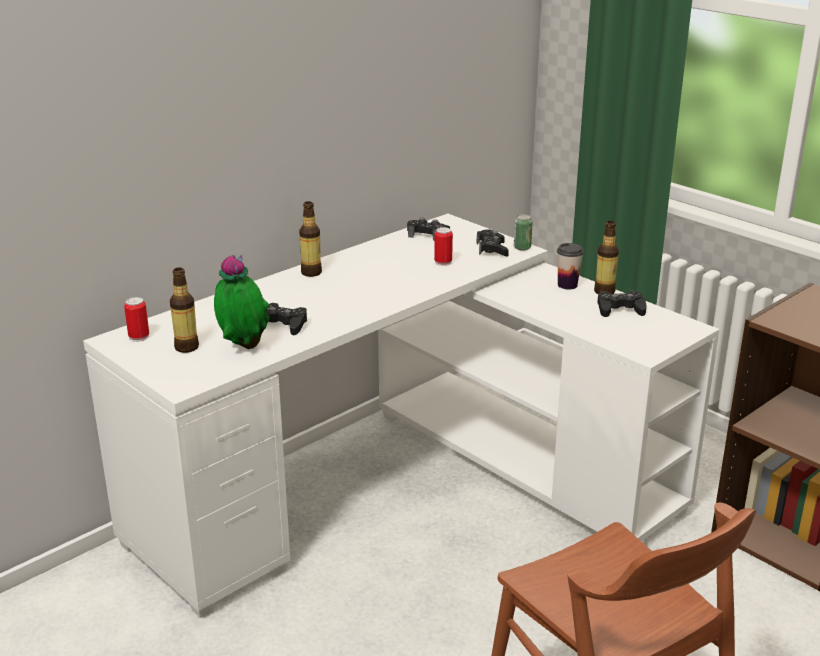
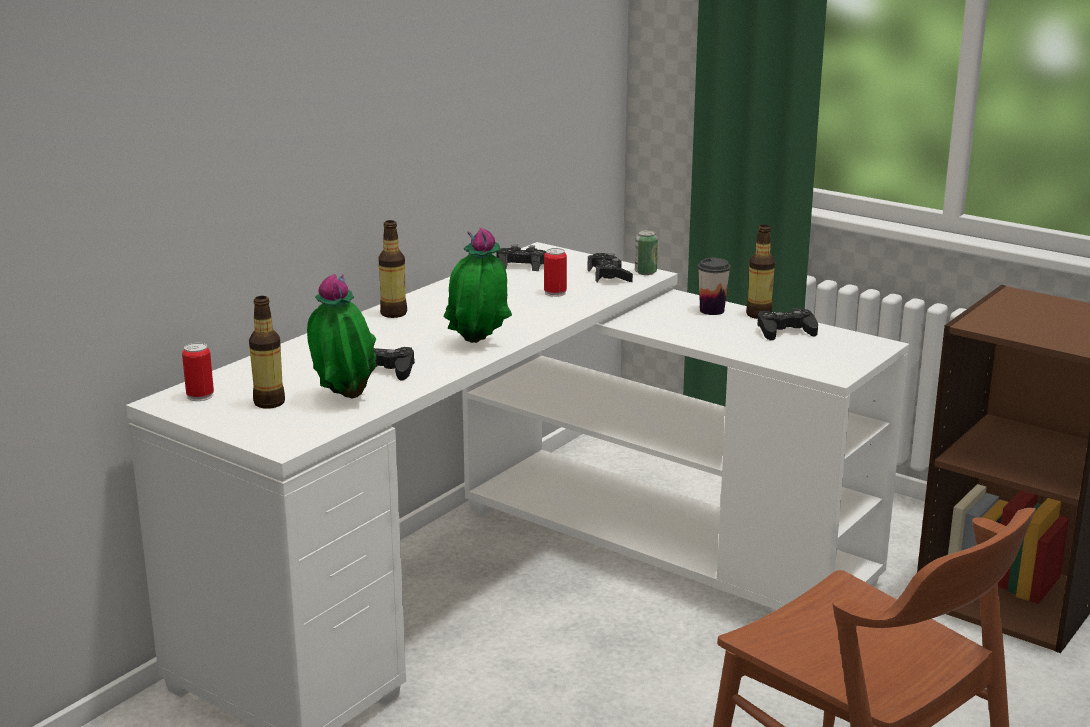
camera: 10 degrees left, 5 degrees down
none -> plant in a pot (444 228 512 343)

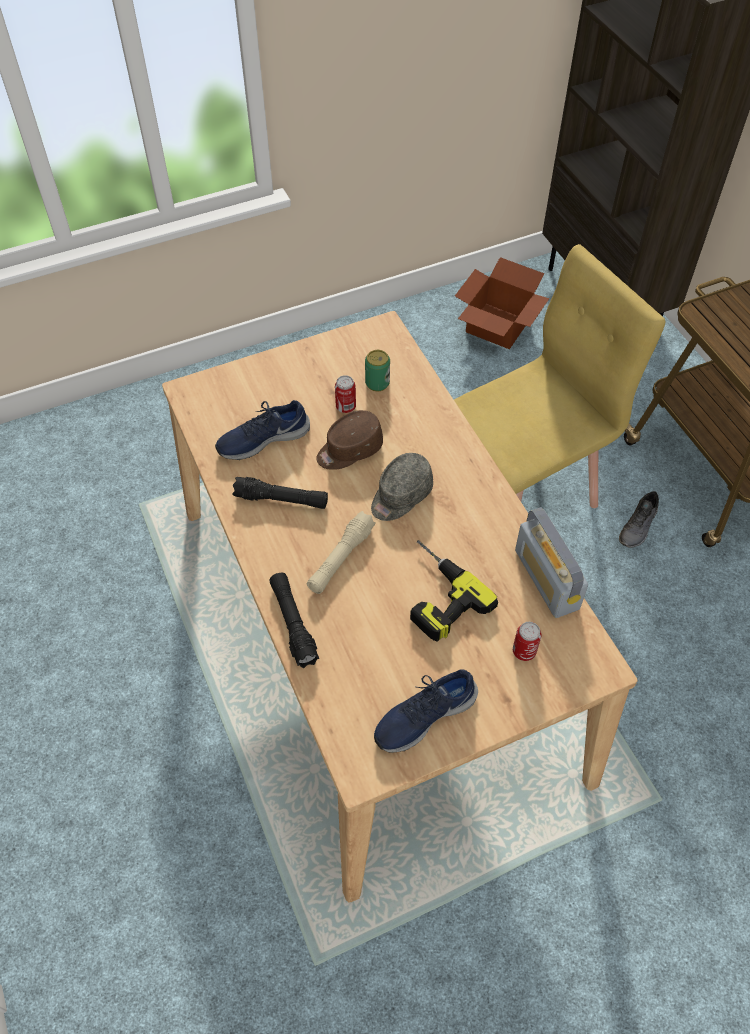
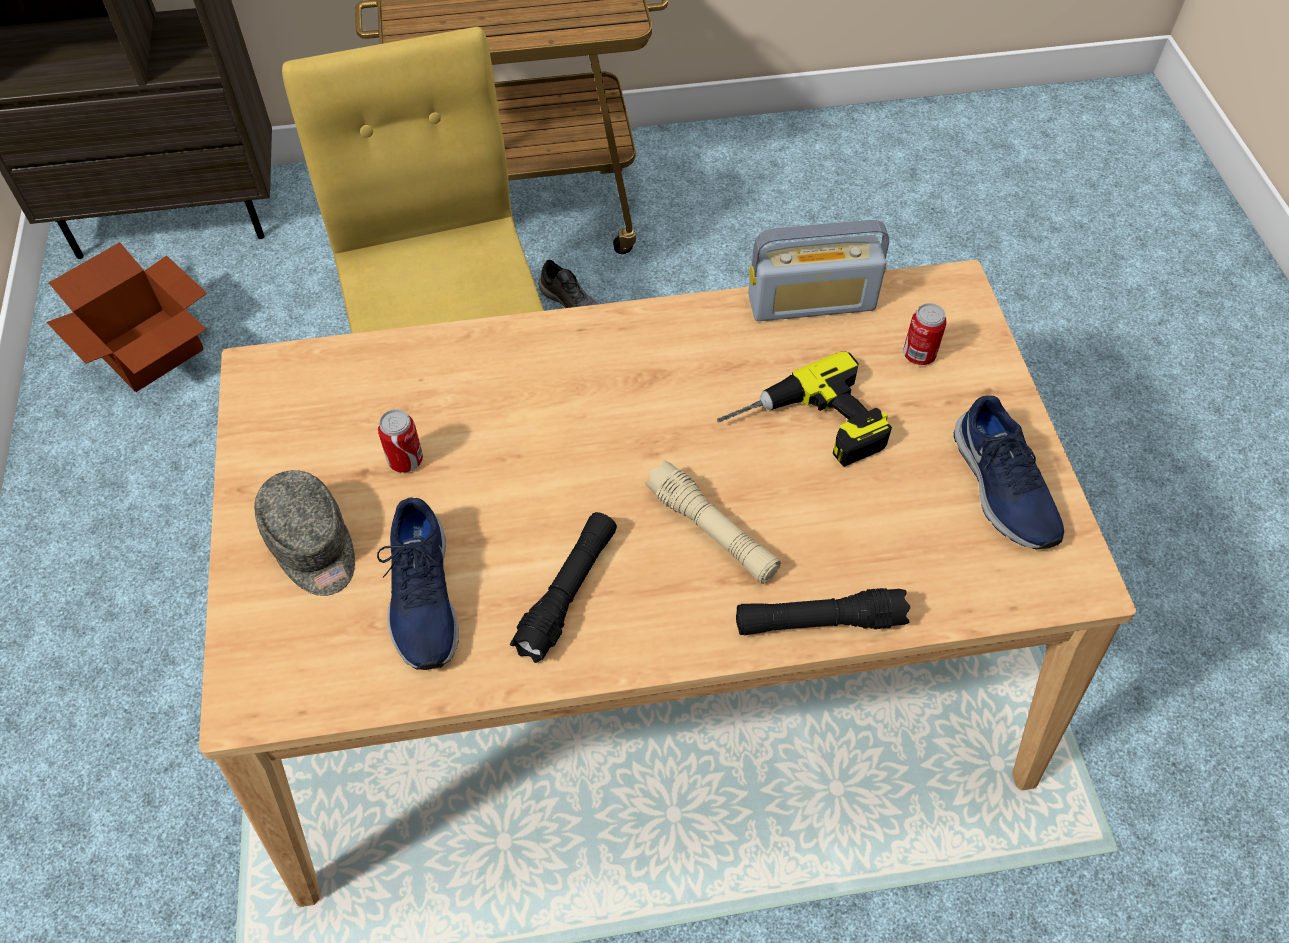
camera: 75 degrees left, 0 degrees up
can (365 350 390 391) -> none
brown-coloured peaked cap (316 410 383 470) -> none
gray peaked cap (371 453 433 521) -> gray peaked cap (254 470 355 596), relocated

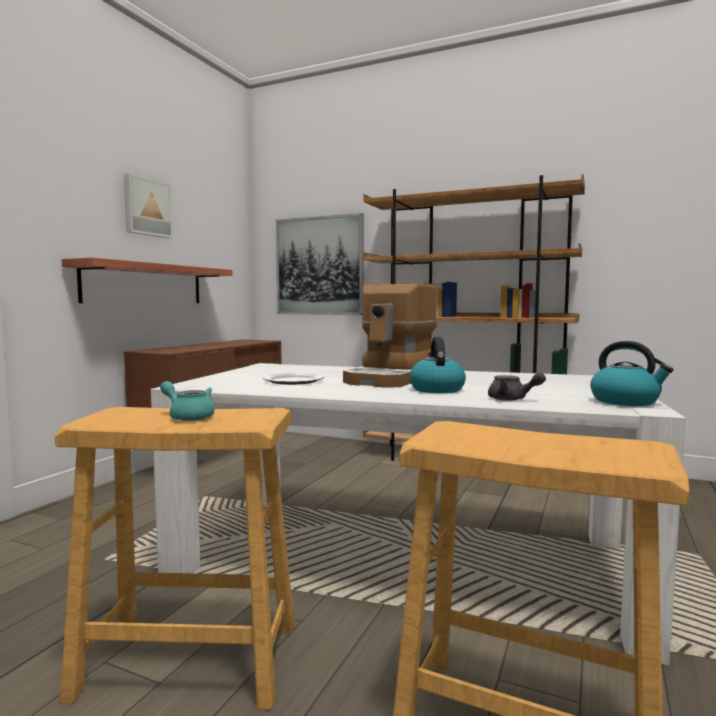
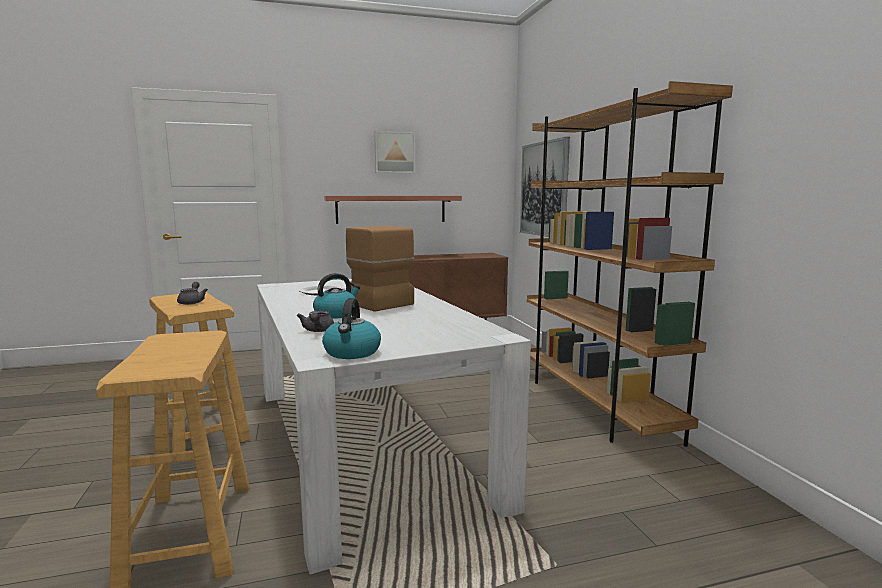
camera: 50 degrees right, 5 degrees up
coffee maker (343 284 437 388) -> coffee maker (340 225 414 312), 60 degrees clockwise
turquoise tea pot (160 381 214 421) -> gray tea pot (177 282 208 305)

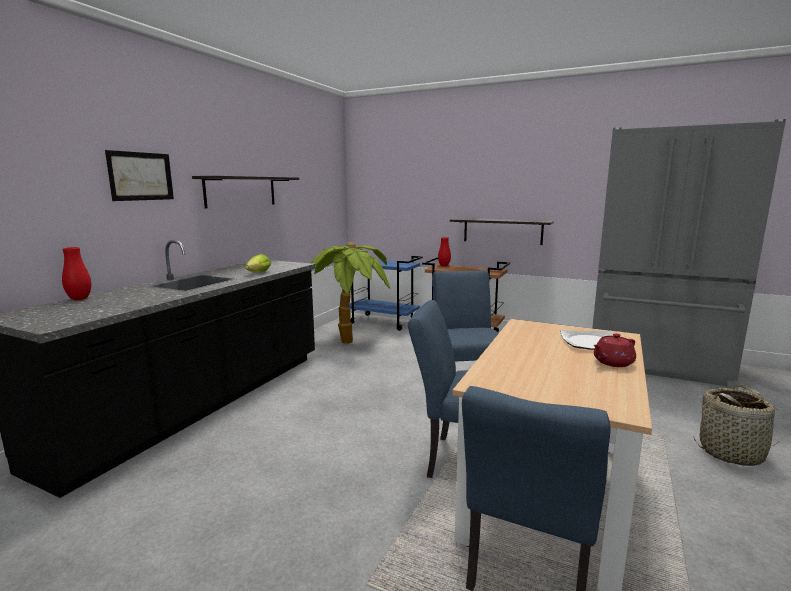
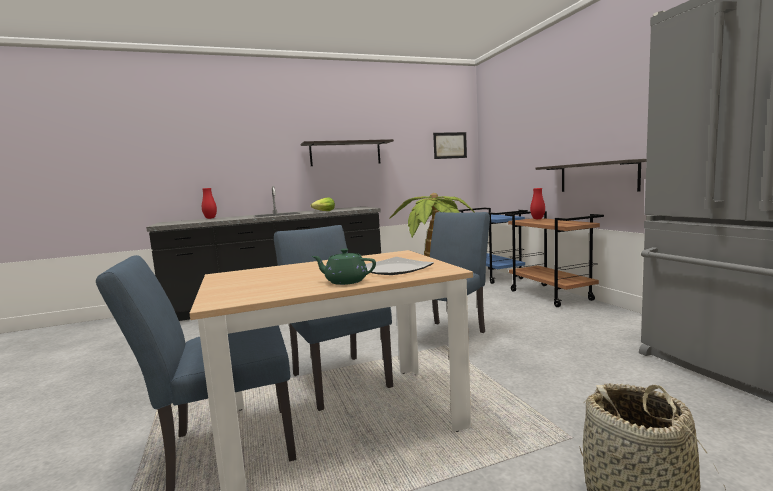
camera: 45 degrees right, 5 degrees down
picture (105 150 174 201) -> picture (433 132 467 159), relocated
red-coloured tea pot (593 333 636 367) -> green tea pot (312 249 376 285)

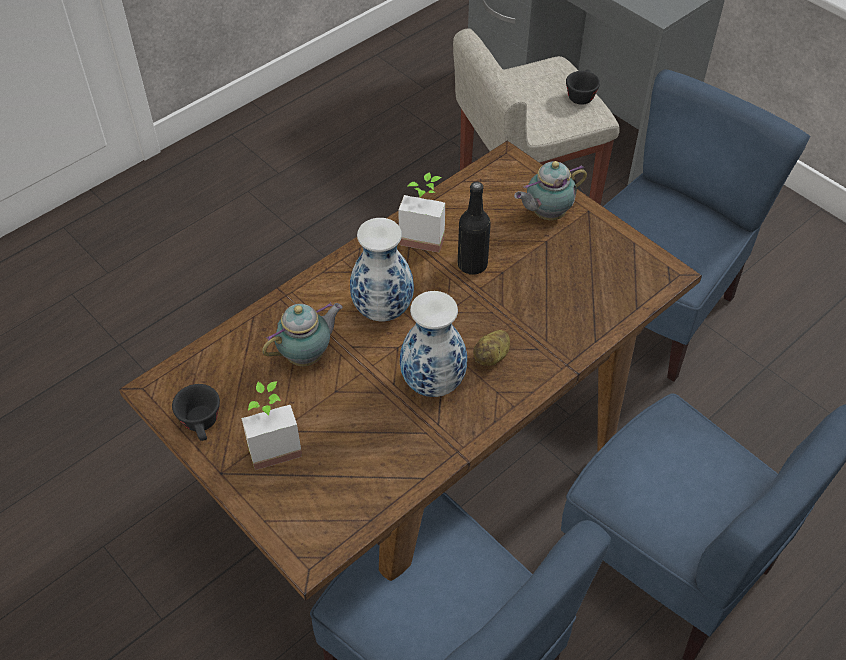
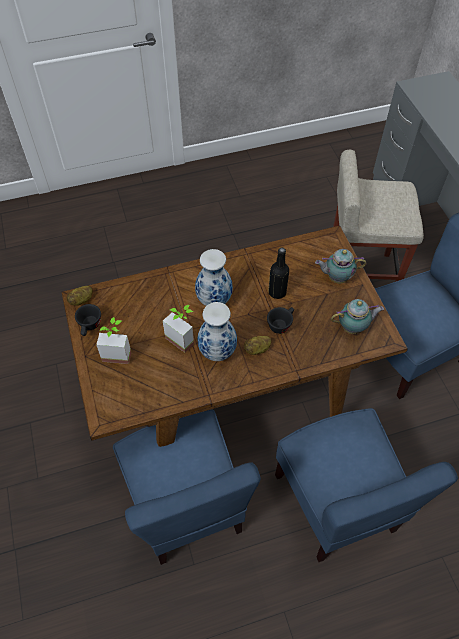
camera: 25 degrees right, 5 degrees up
black cup (566 69 600 105) -> black cup (267 307 294 334), relocated
plant in a pot (398 173 445 253) -> plant in a pot (163 305 194 353), relocated
tea pot (262 302 343 366) -> tea pot (331 299 384 334), relocated
none -> potato (66 286 93 306)

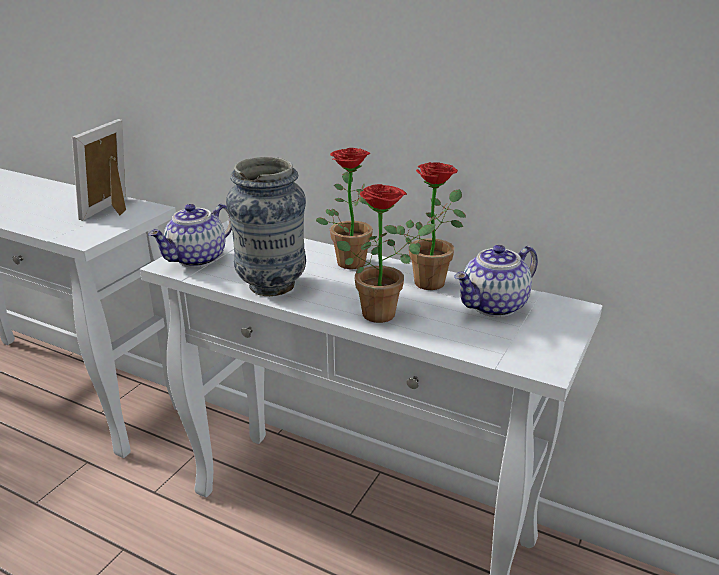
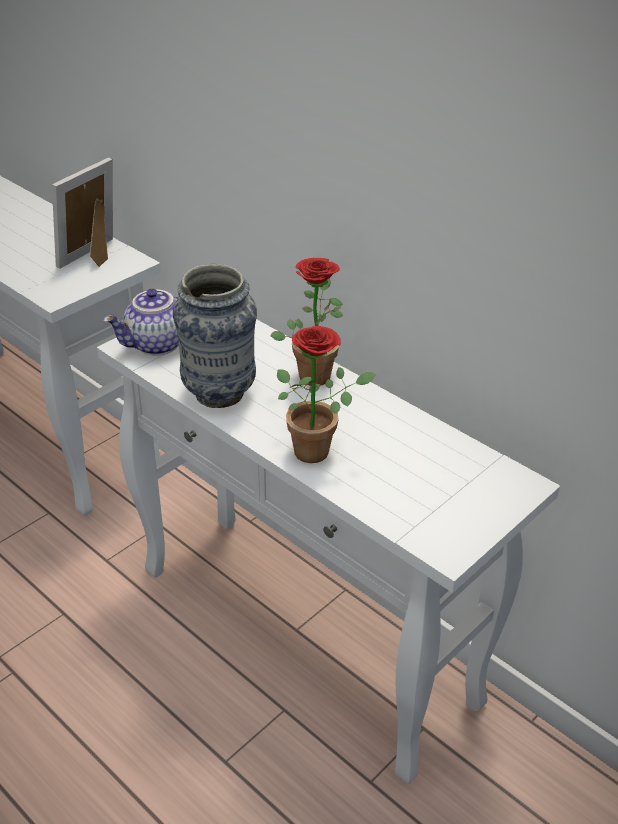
camera: 15 degrees right, 10 degrees up
plant in a pot (384 162 466 290) -> none
tea pot (454 245 538 317) -> none

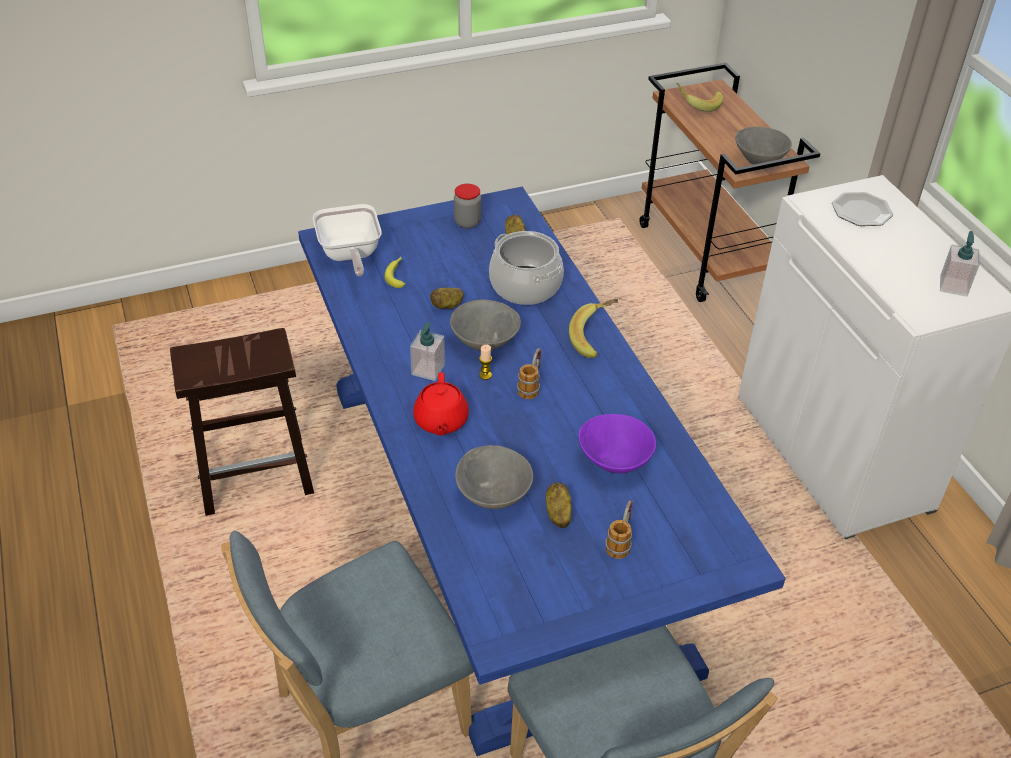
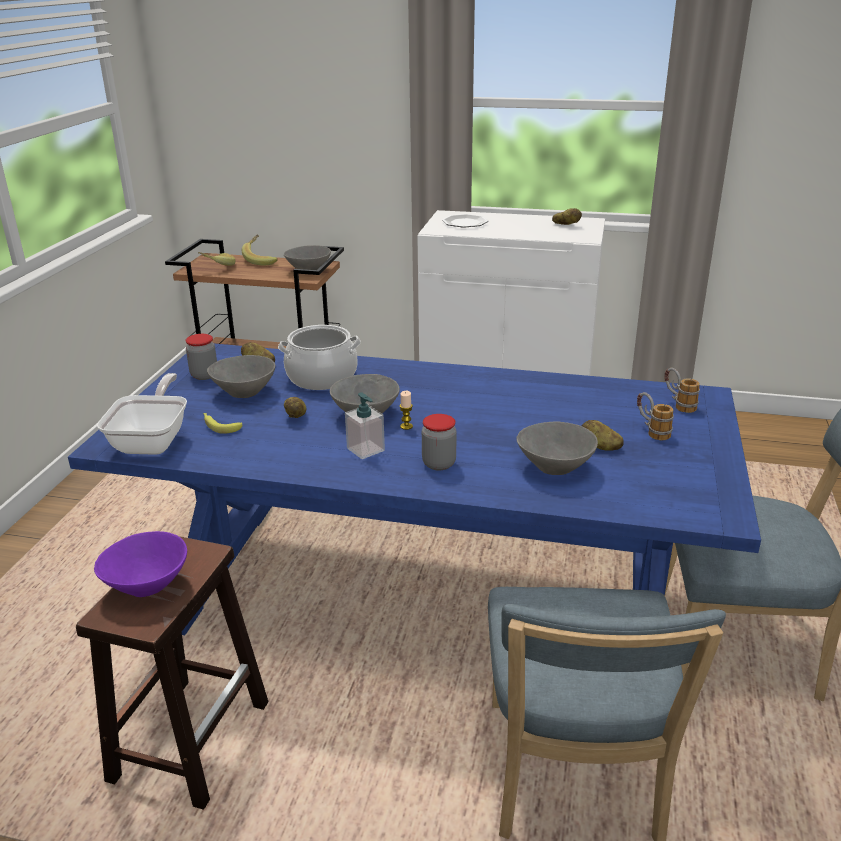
camera: 55 degrees left, 15 degrees down
skillet (313 204 382 276) -> skillet (97 373 187 455), 105 degrees counterclockwise
liquid soap bottle (940 231 979 297) -> potato (552 208 582 225)
banana fruit (569 299 618 358) -> banana fruit (242 235 278 265), relocated
mug (517 348 542 399) -> mug (664 368 700 413), relocated
red-coloured tea pot (413 372 469 436) -> preserve jar (422 414 457 471)
purple serving bowl (578 414 656 473) -> purple serving bowl (94 531 187 597), relocated
none -> gray serving bowl (207 355 275 398)

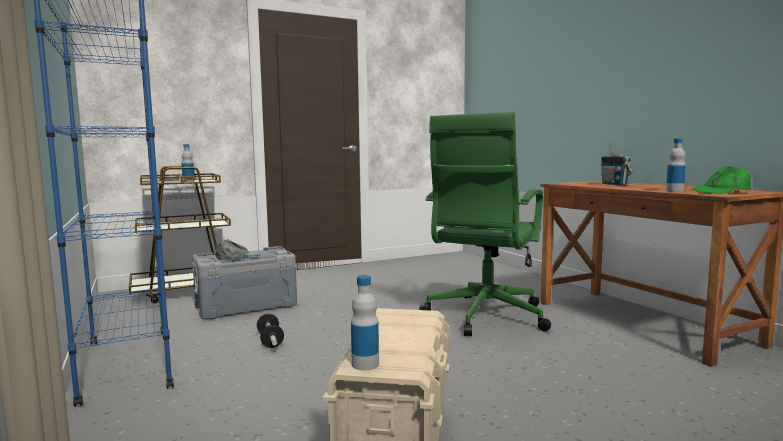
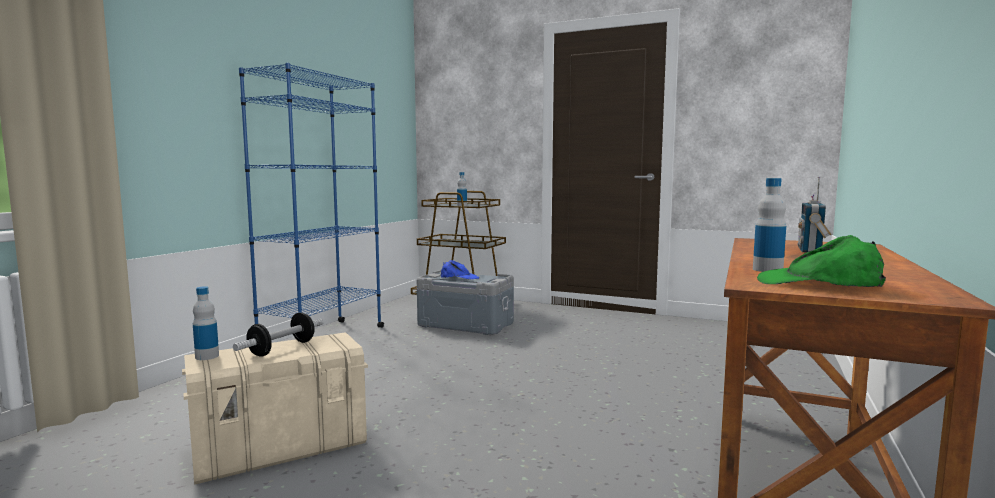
camera: 50 degrees right, 0 degrees up
green office chair (419 112 551 337) -> none
gray peaked cap (215 239 260 260) -> bluish peaked cap (441 260 479 279)
hand weight (257 314 284 348) -> hand weight (233 312 323 356), relocated

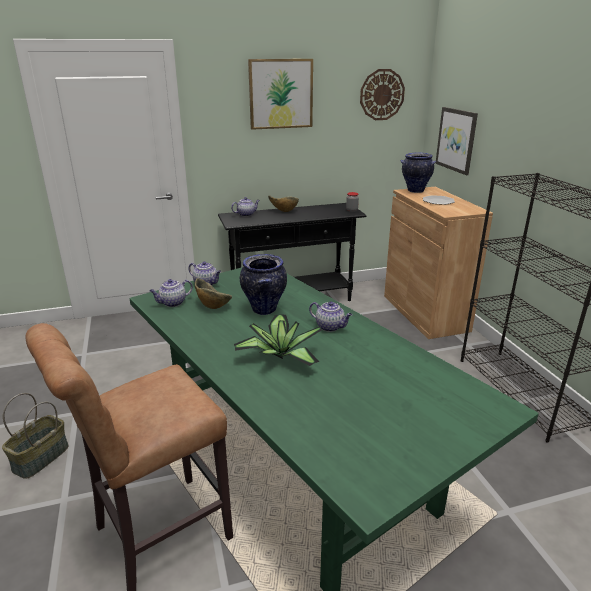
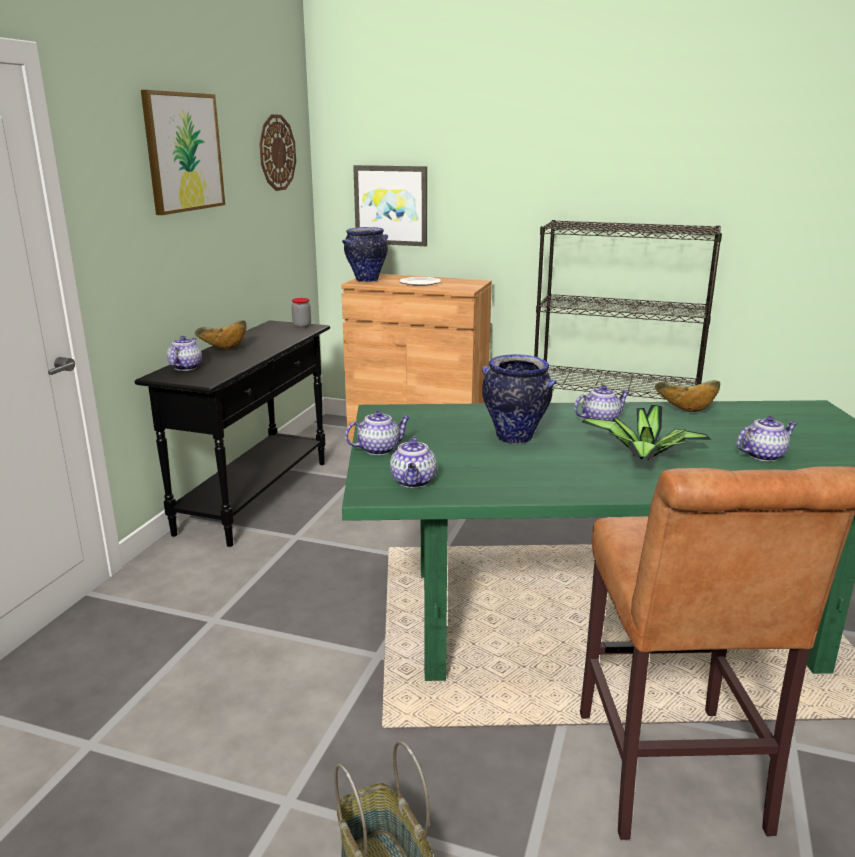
camera: 55 degrees left, 5 degrees down
serving bowl (195 278 232 309) -> serving bowl (655 380 720 412), relocated
none -> tea pot (737 416 797 461)

